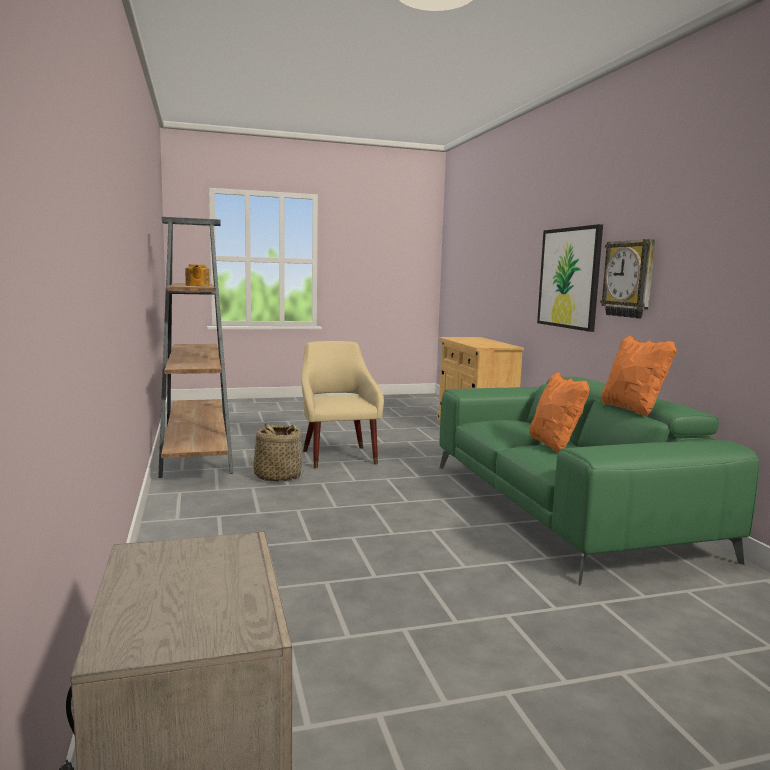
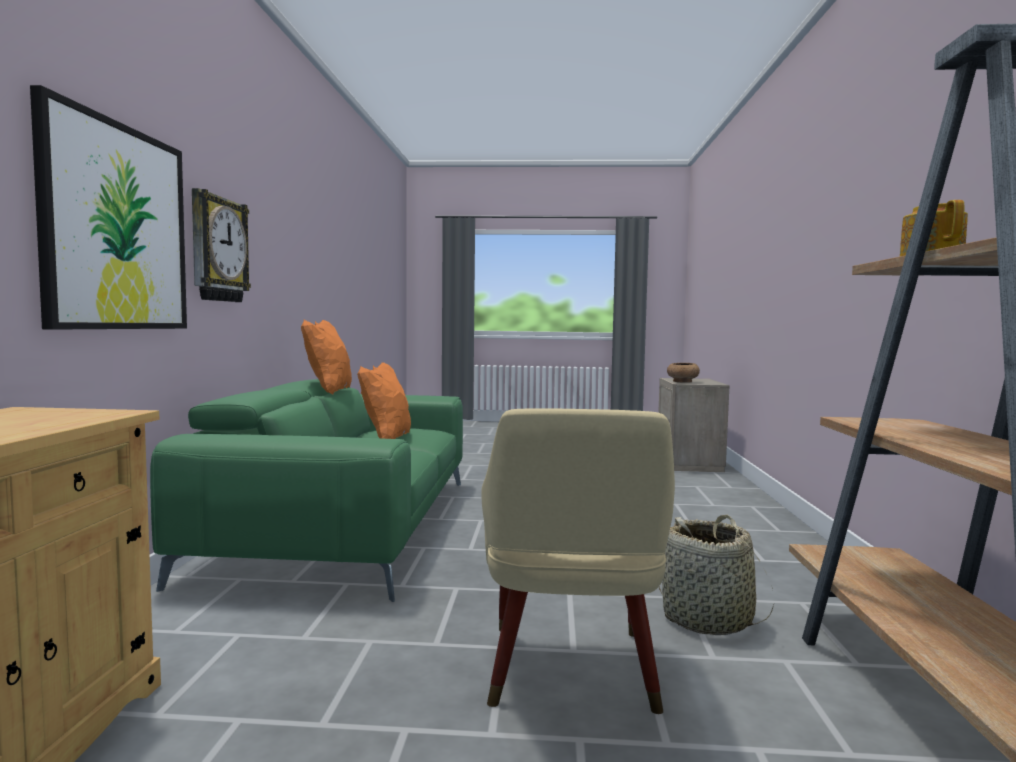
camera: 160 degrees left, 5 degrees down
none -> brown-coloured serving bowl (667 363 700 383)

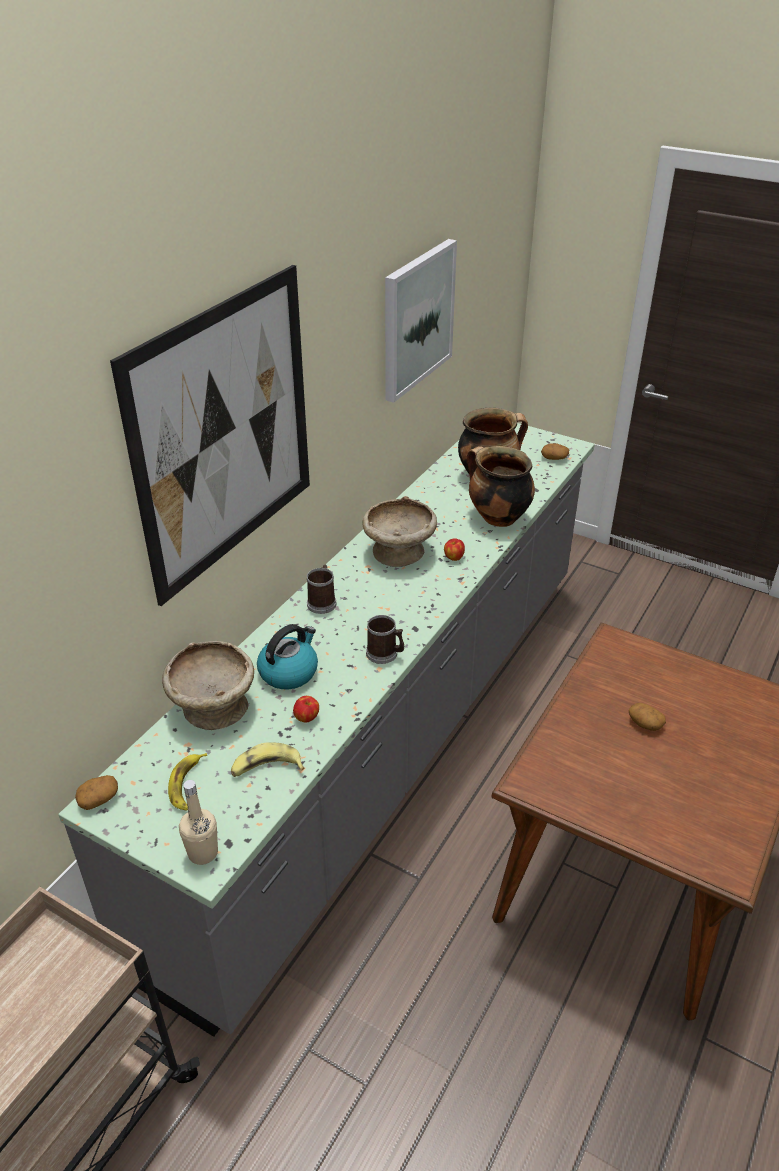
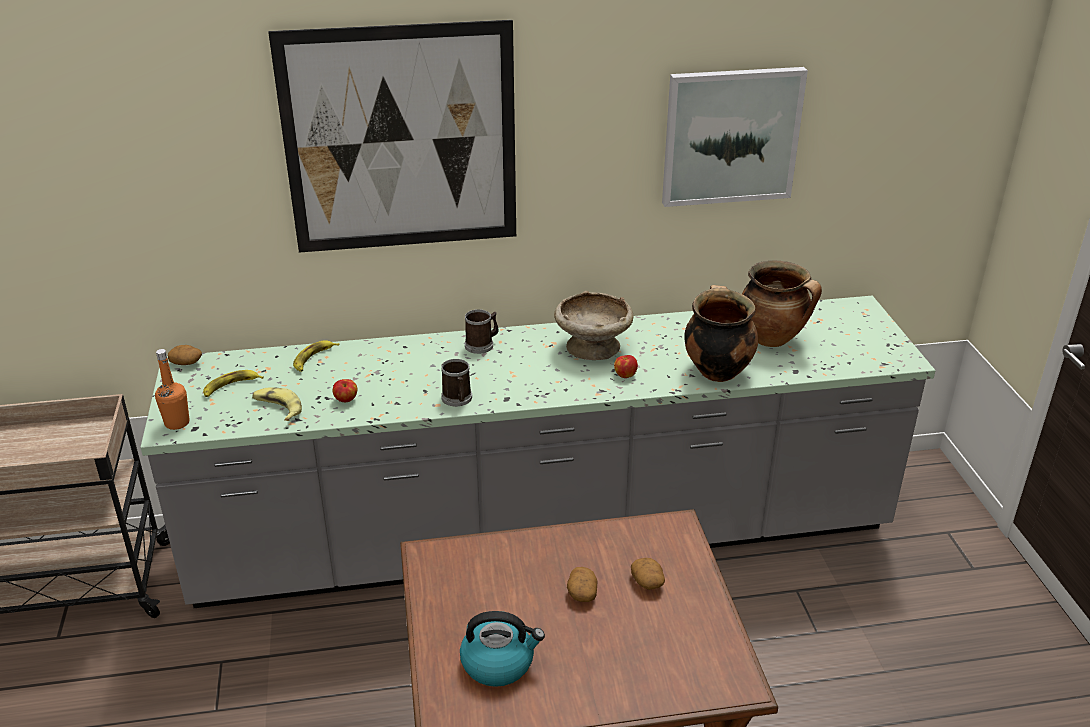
camera: 50 degrees right, 5 degrees down
potato (541 443 569 460) -> potato (631 558 665 590), relocated
kettle (257 624 318 690) -> kettle (460 611 545 687), relocated
beige serving bowl (162 641 254 730) -> banana fruit (293 340 340 372)
beige drink bottle (179 780 218 865) -> orange-coloured drink bottle (155 349 190 430)

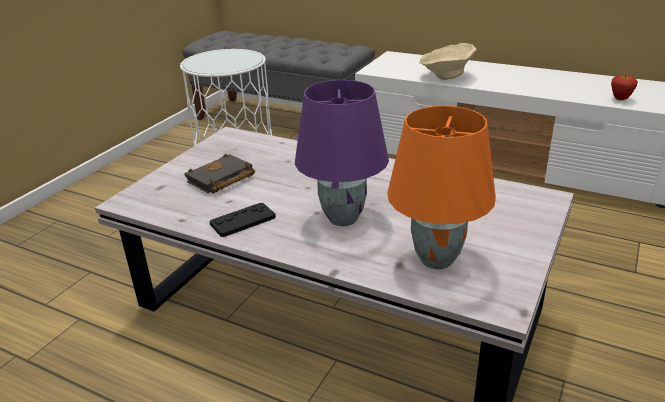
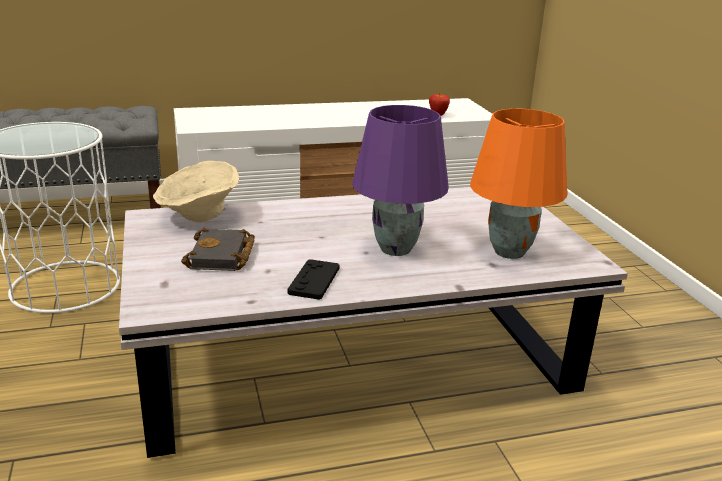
camera: 45 degrees left, 5 degrees down
beige serving bowl (419 43 476 80) -> beige serving bowl (153 161 239 222), relocated

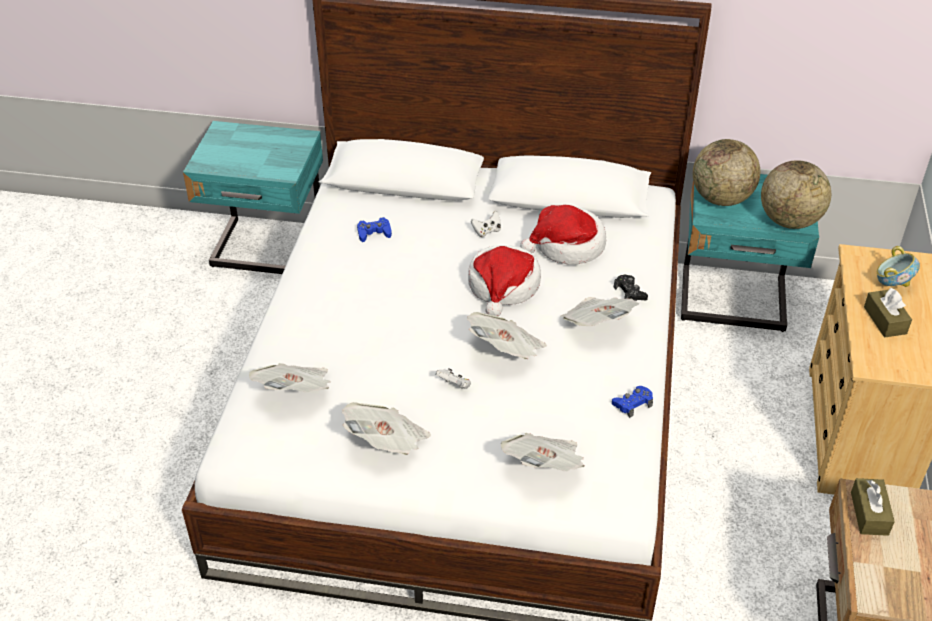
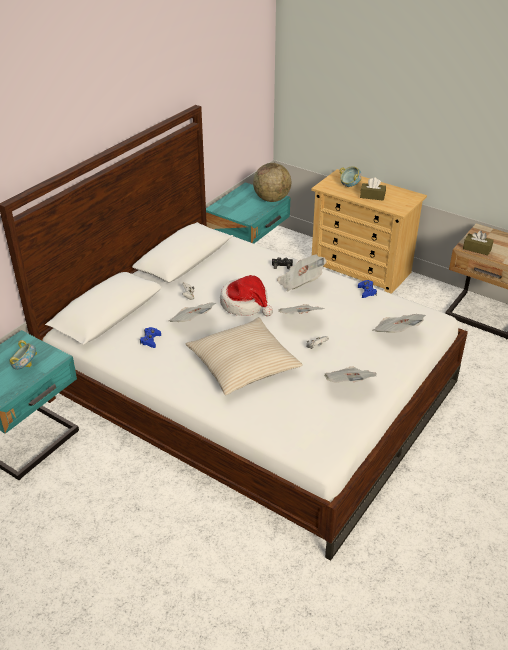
camera: 65 degrees left, 5 degrees down
world globe (693 139 760 206) -> none
hat (520 205 606 265) -> none
daily paper (249 363 331 392) -> daily paper (168 302 216 322), relocated
none -> beige cushion (185 317 303 395)
none -> serving bowl (10 340 37 370)

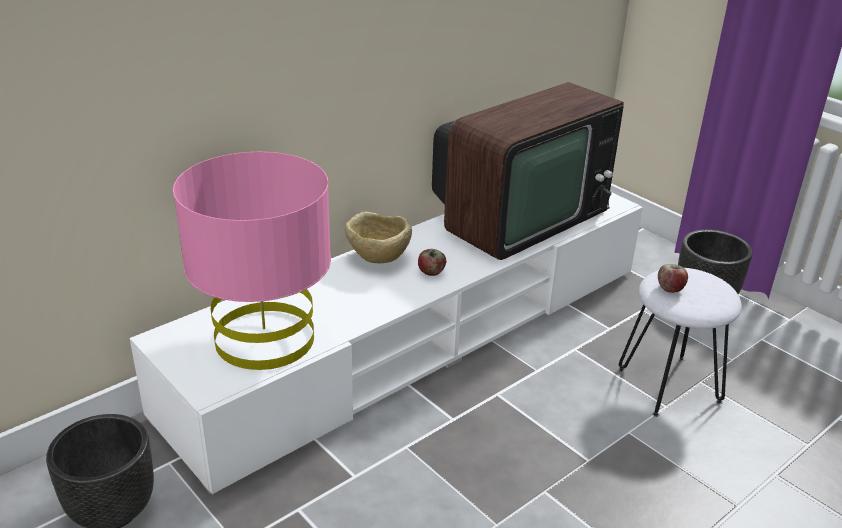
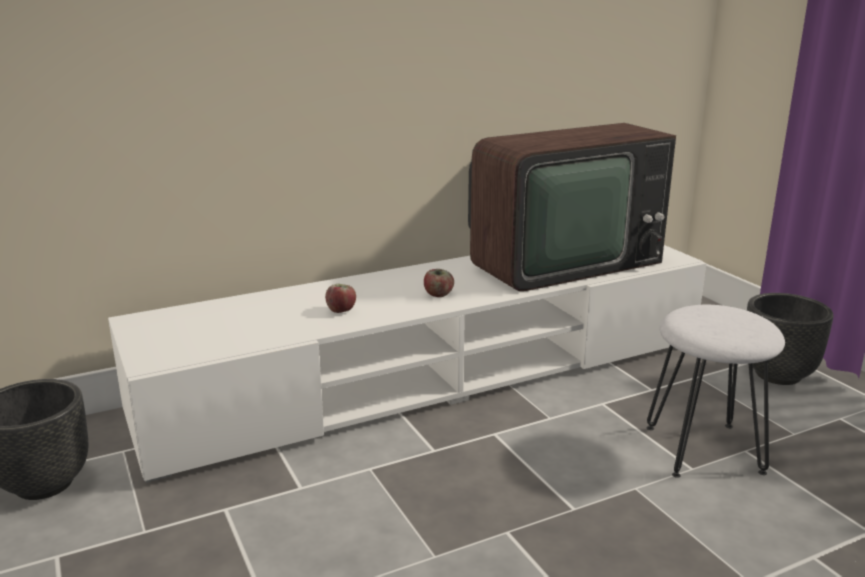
camera: 15 degrees right, 10 degrees down
pink table lamp (173 152 331 370) -> none
beige serving bowl (344 212 412 263) -> none
apple fruit (658 264 688 293) -> apple fruit (325 284 356 313), relocated

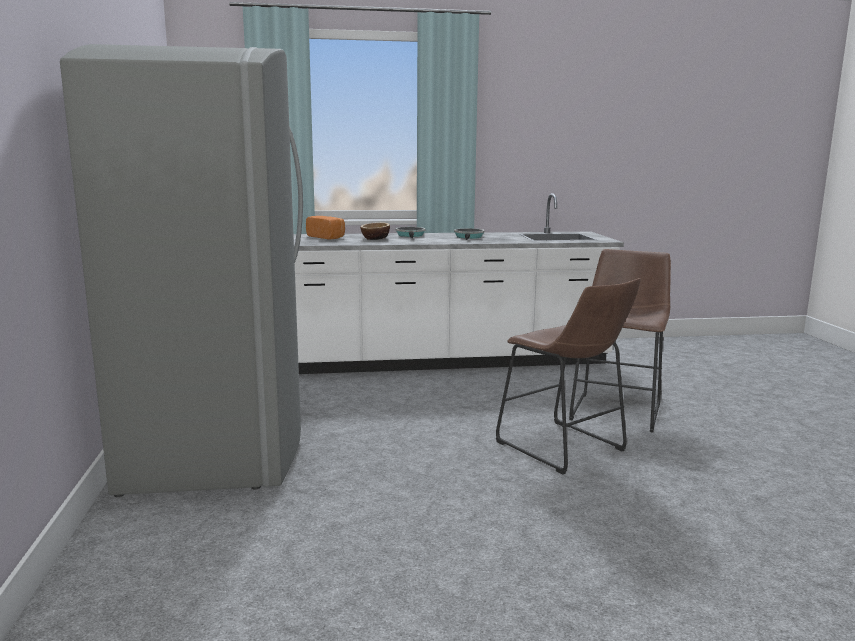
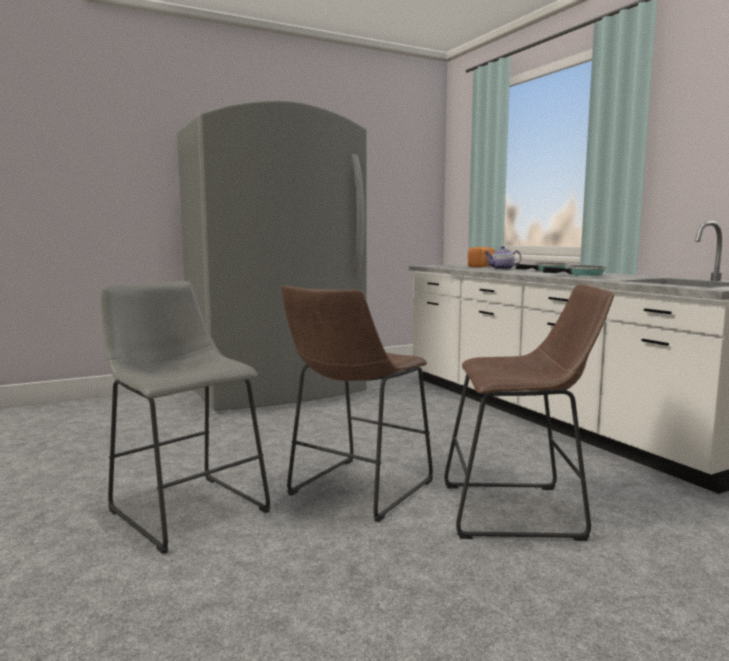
camera: 70 degrees right, 5 degrees down
serving bowl (360 222 390 240) -> tea pot (484 246 521 270)
none -> gray stool (101 281 271 554)

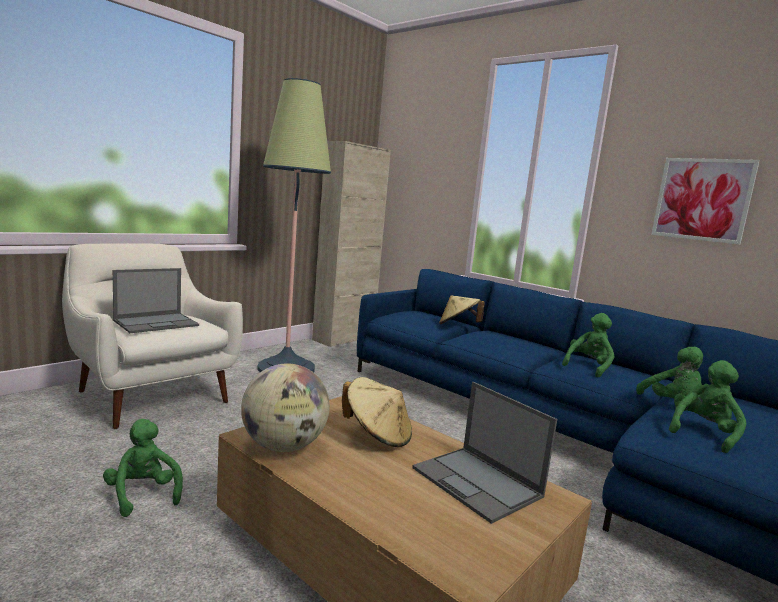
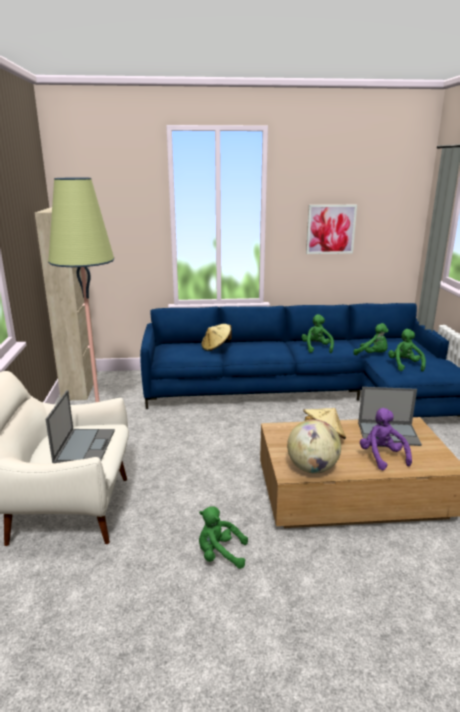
camera: 45 degrees left, 10 degrees up
none -> purple cuddly toy (360 408 412 470)

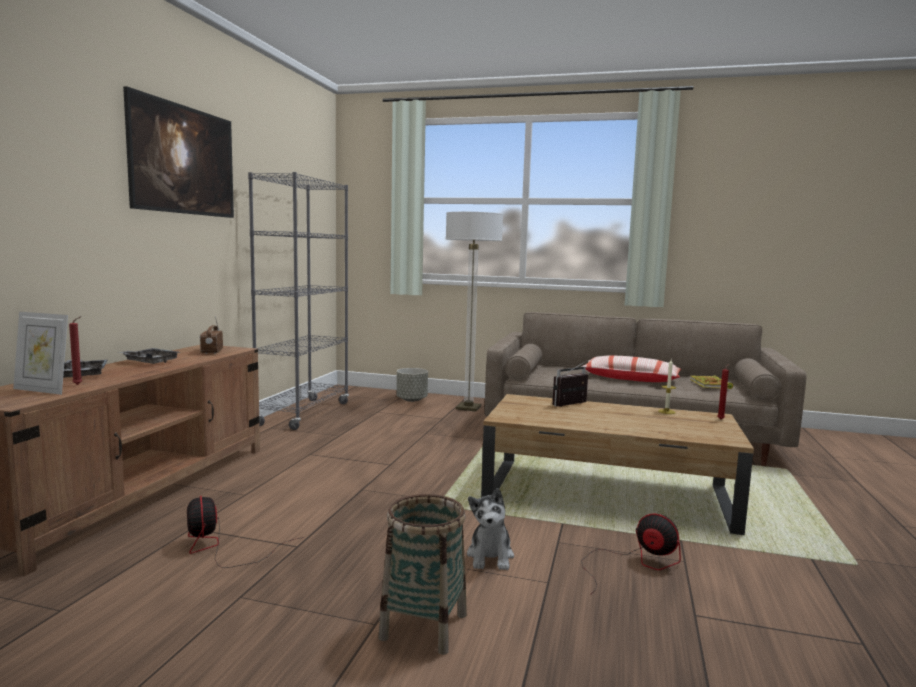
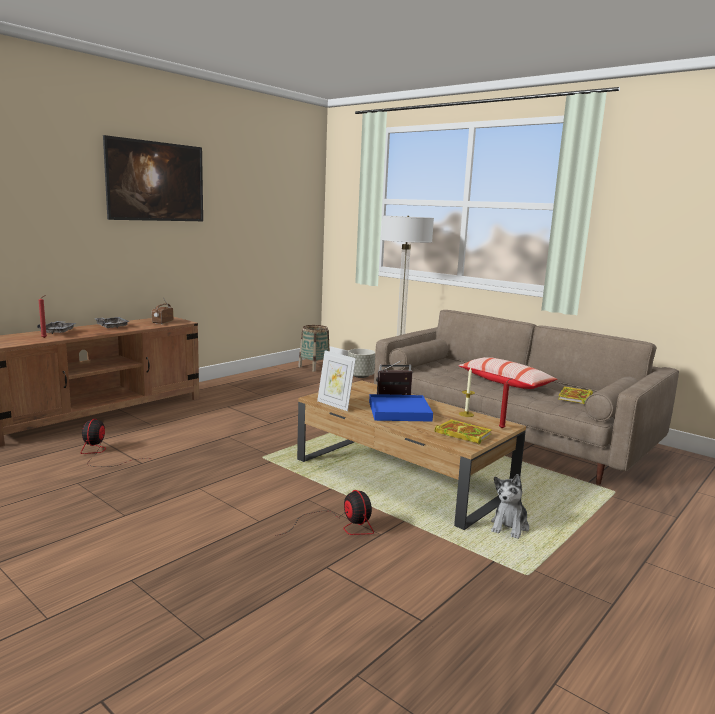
camera: 25 degrees right, 5 degrees up
gray bookshelf (248 172 349 430) -> none
picture frame (13 312 68 395) -> picture frame (317 350 356 411), relocated
cuddly toy (467 488 514 570) -> cuddly toy (491 474 529 539), relocated
household basket (379 494 467 655) -> household basket (298 325 330 372), relocated
none -> bluish carrying tray (369 394 433 422)
none -> volume (435 419 492 444)

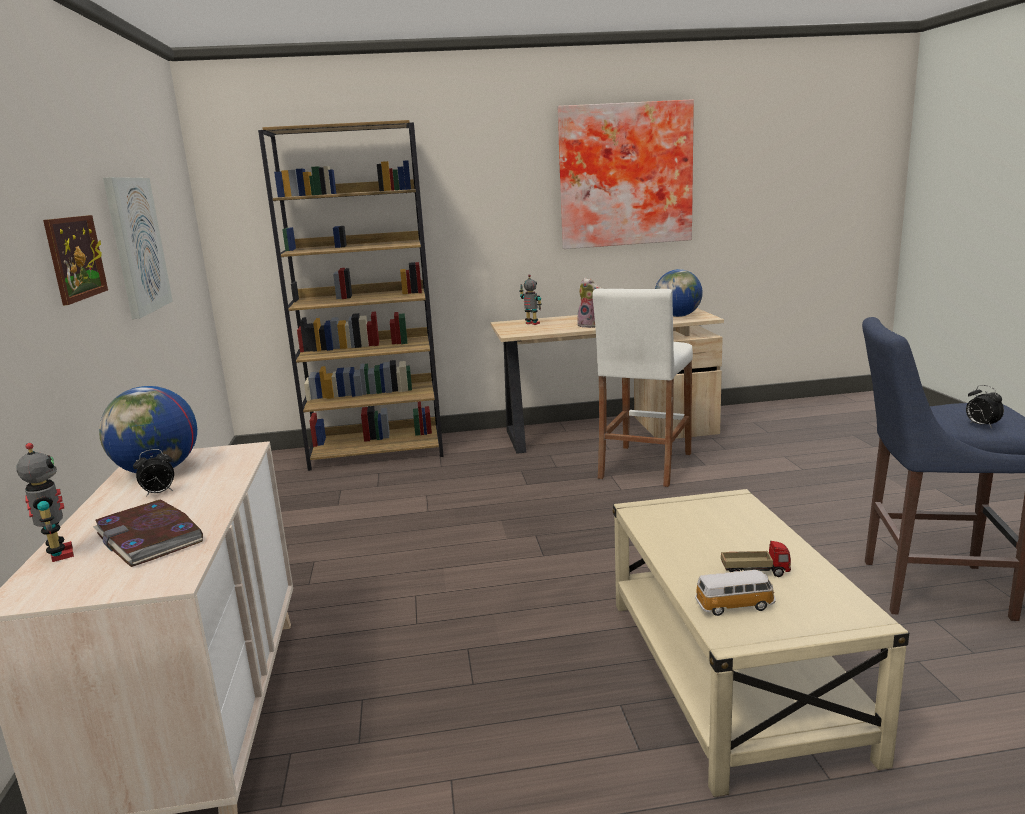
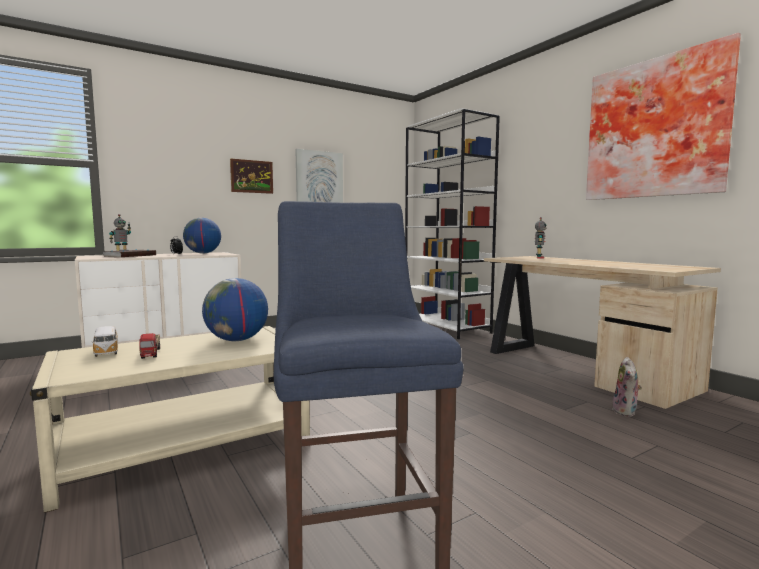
camera: 65 degrees right, 10 degrees down
brown-coloured bookshelf (258 120 444 471) -> whitish bookshelf (405 108 500 339)
world globe (655 269 703 317) -> world globe (202 278 268 341), relocated
cuddly toy (577 278 601 328) -> cuddly toy (613 357 642 417), relocated
whitish stool (592 288 693 487) -> none
bedside clock (966 385 1004 428) -> none

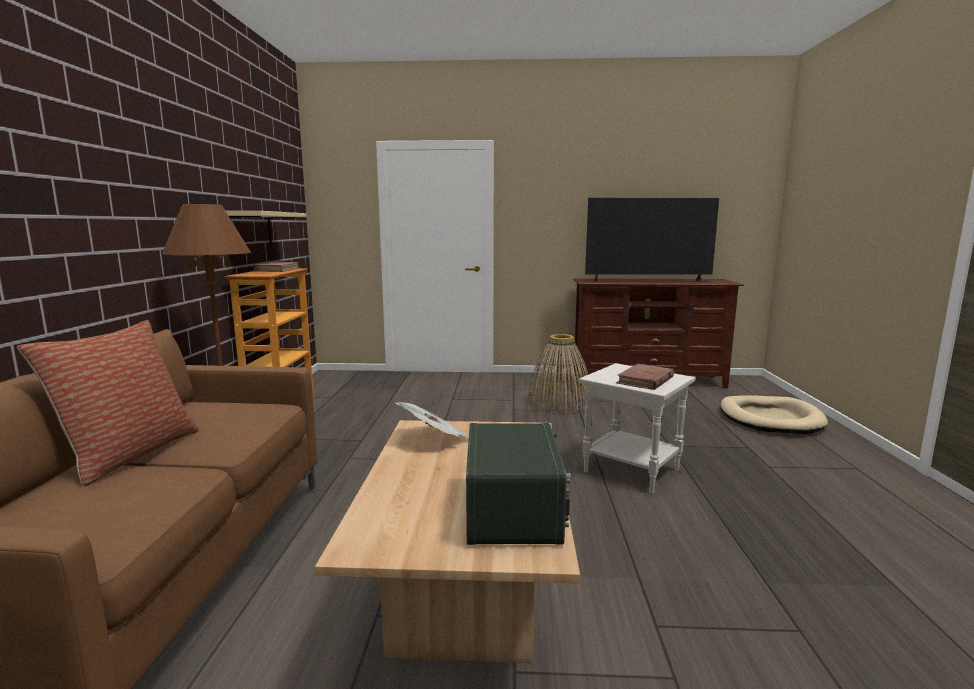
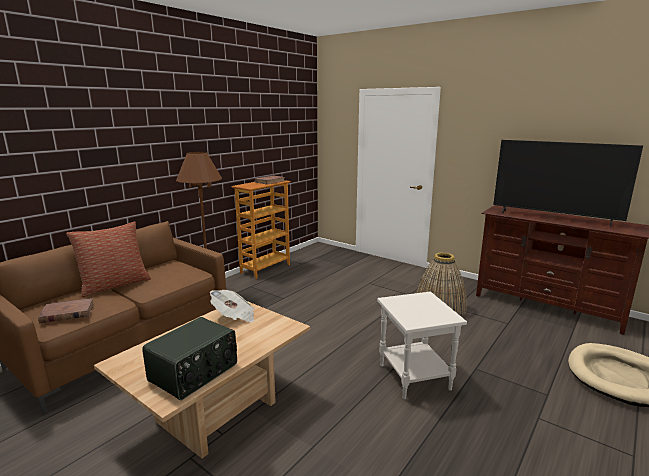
camera: 35 degrees right, 5 degrees up
beige wall shelf (226 211 307 245) -> none
brown-coloured volume (616 364 674 390) -> brown-coloured volume (38 298 94 323), relocated

